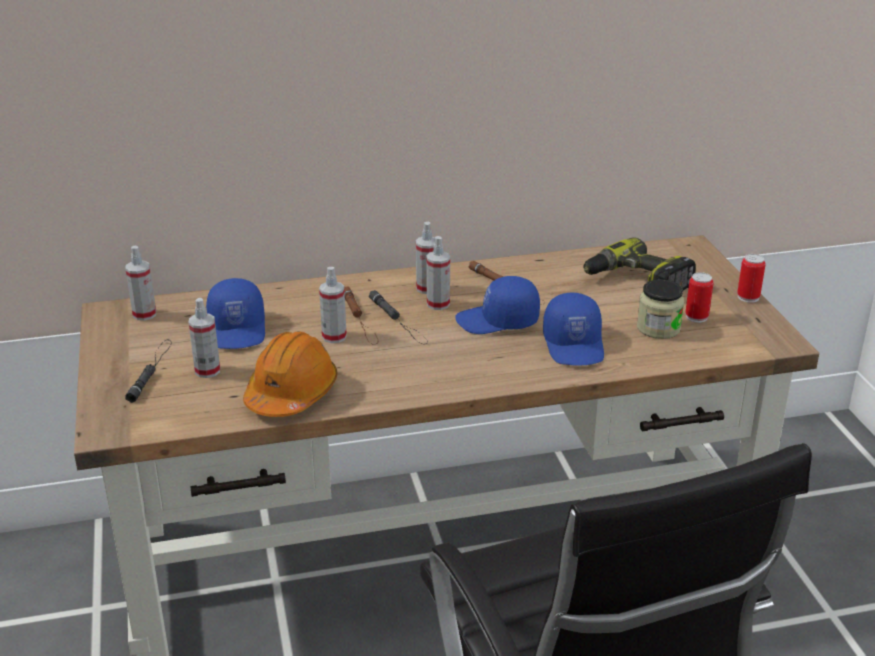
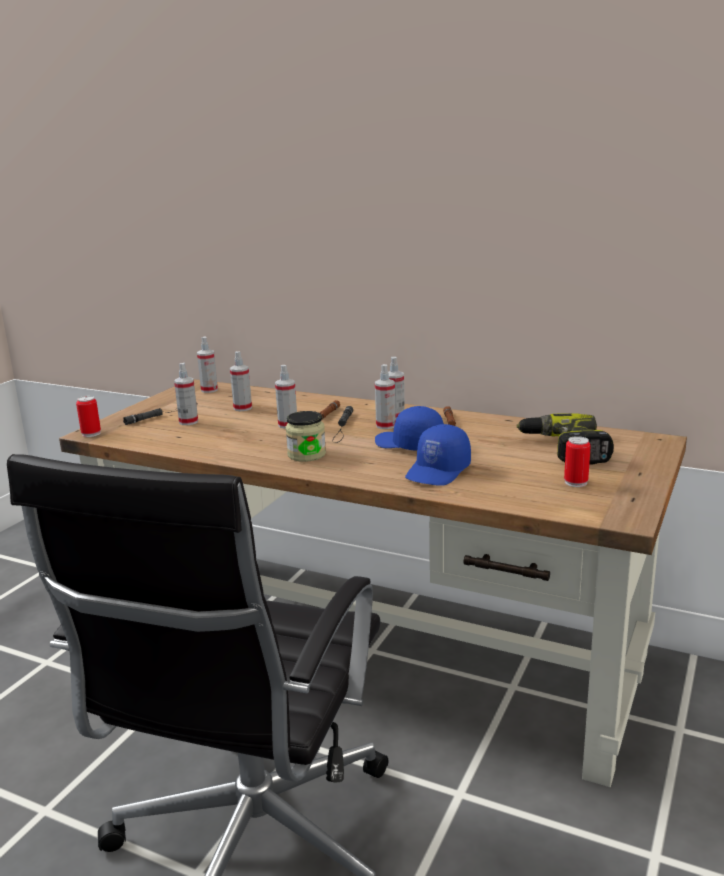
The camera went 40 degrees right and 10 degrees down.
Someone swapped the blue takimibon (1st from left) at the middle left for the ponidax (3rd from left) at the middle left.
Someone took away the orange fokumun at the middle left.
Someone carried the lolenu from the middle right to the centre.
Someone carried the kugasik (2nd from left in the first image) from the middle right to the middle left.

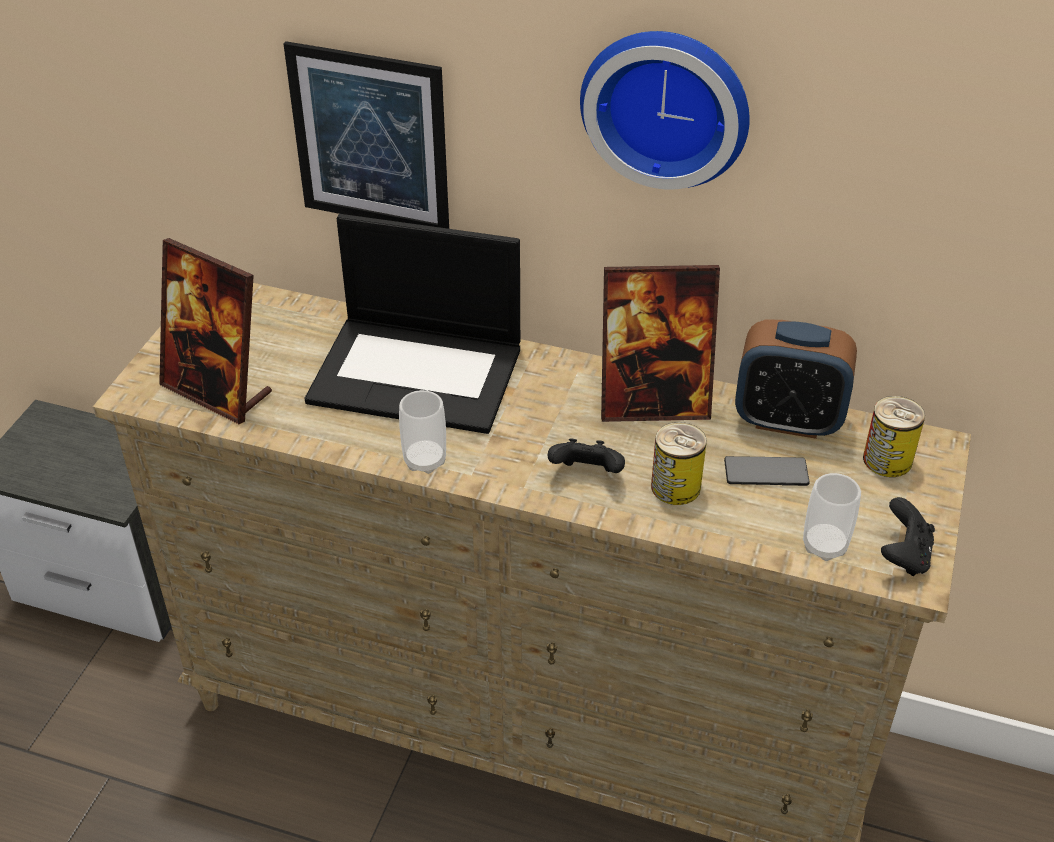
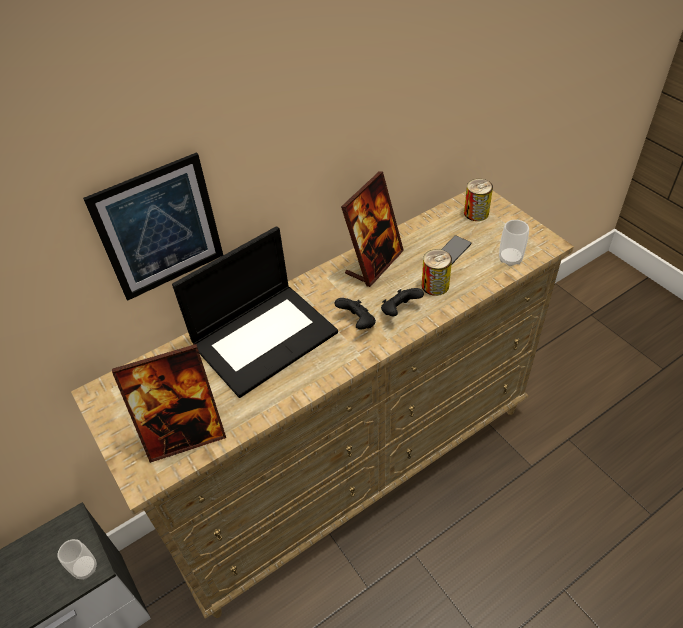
The camera went 50 degrees left and 5 degrees up.
Someone carried the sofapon (1st from left) from the centre to the bottom left.
Someone took away the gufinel at the top centre.
Someone took away the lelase at the middle right.
Someone carried the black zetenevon (2nd from left in the first image) from the middle right to the centre.

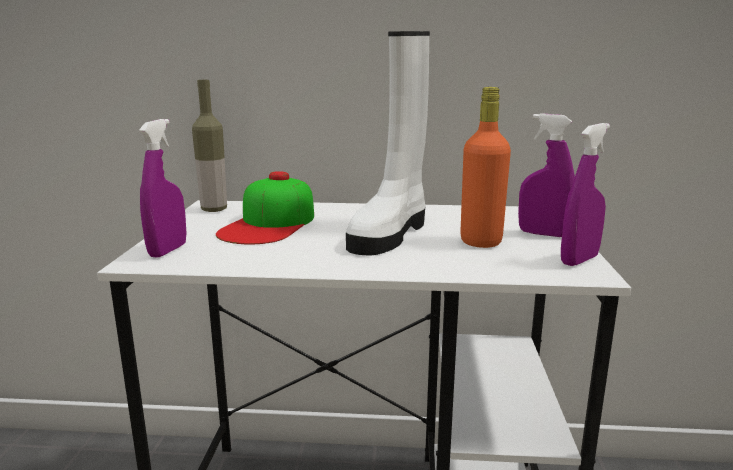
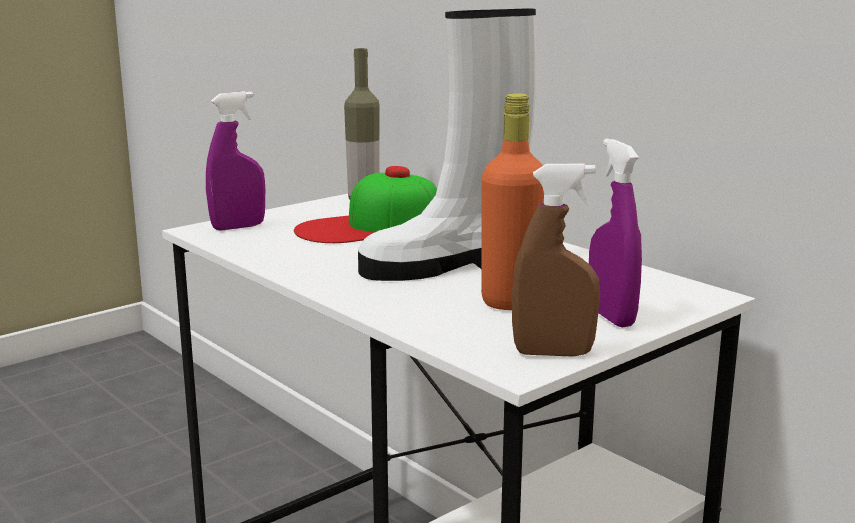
The camera went 45 degrees right and 0 degrees up.
Someone repainted the purple ponidax (3rd from left) at the middle right, which became the brown ponidax at the centre.

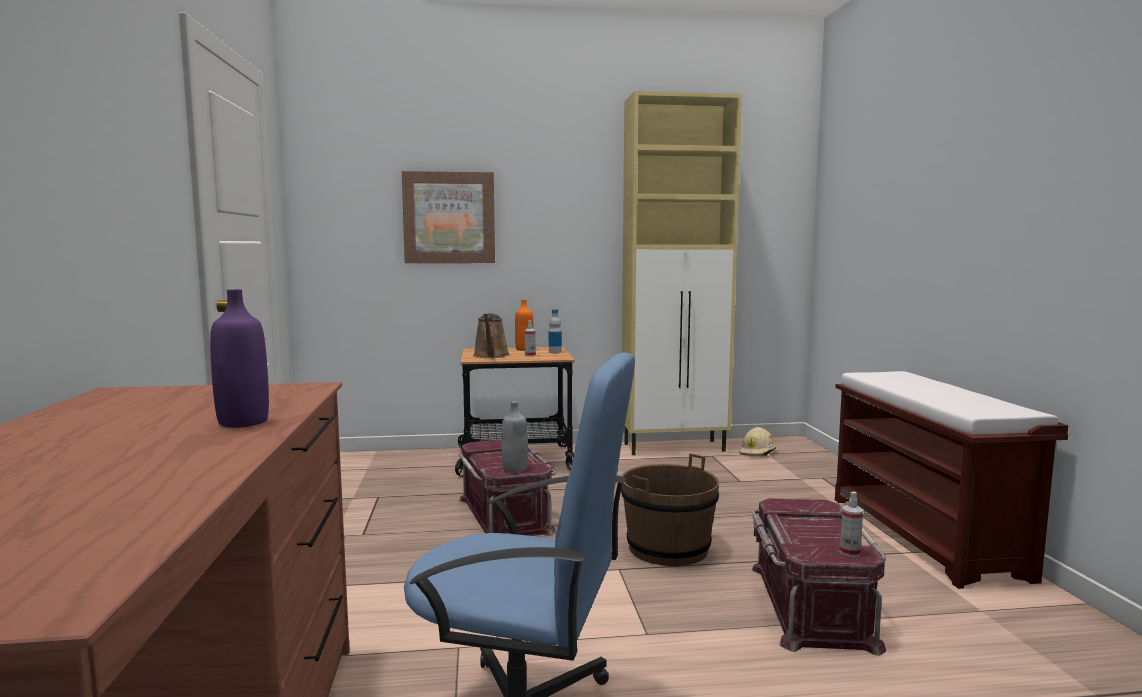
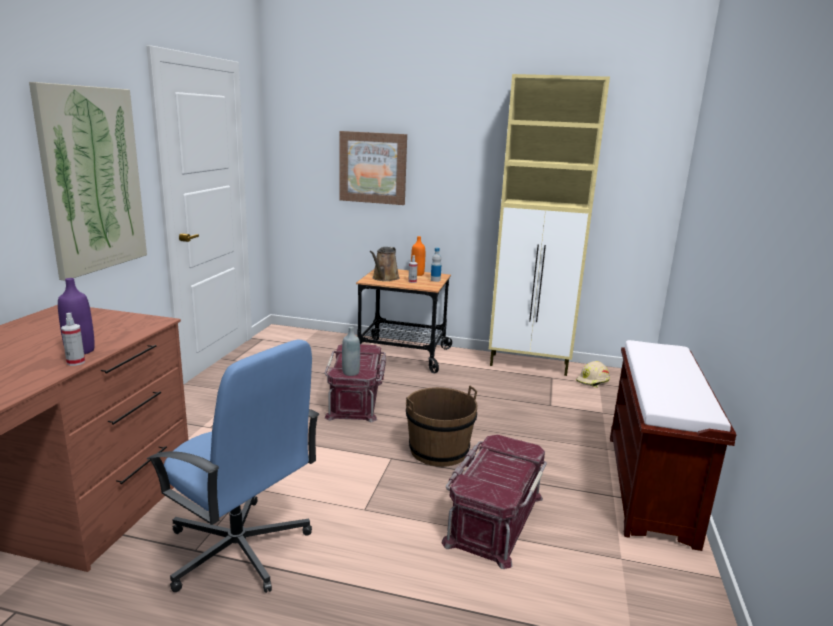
The camera went 20 degrees right and 10 degrees up.
Someone carried the ponidax (2nd from left in the first image) from the bottom right to the middle left.
Someone put up the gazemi (1st from left) at the top left.

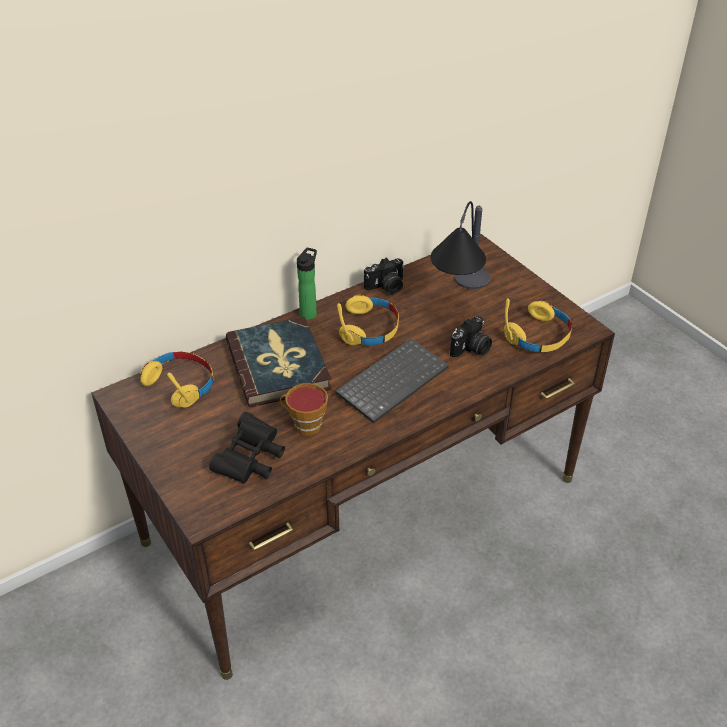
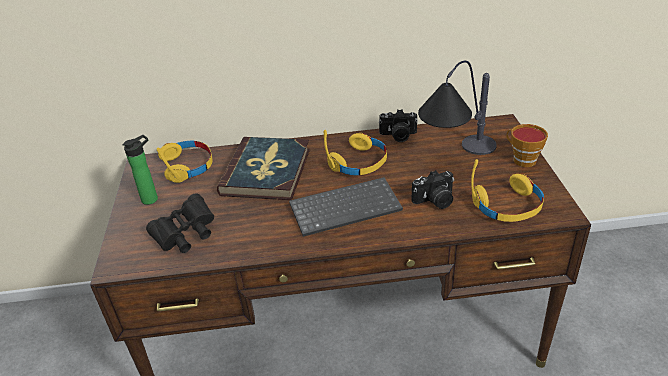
The camera went 30 degrees right and 5 degrees down.
Someone carried the sofapon from the centre to the middle right.
Someone carried the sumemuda from the centre to the middle left.

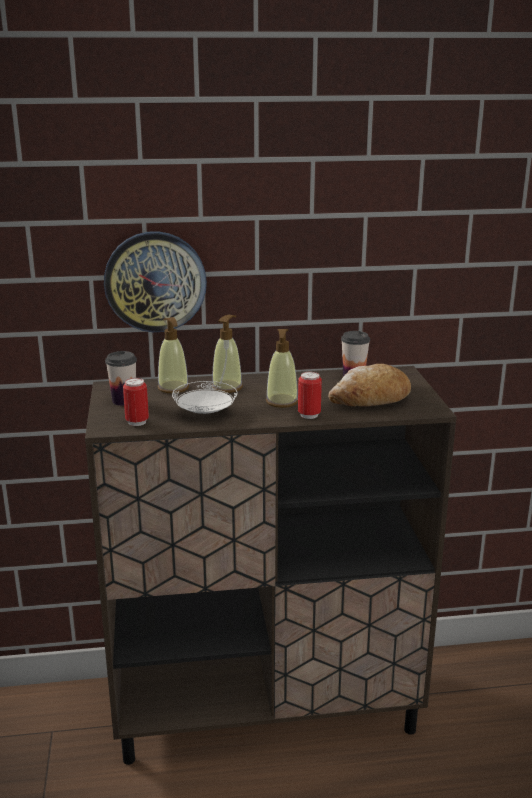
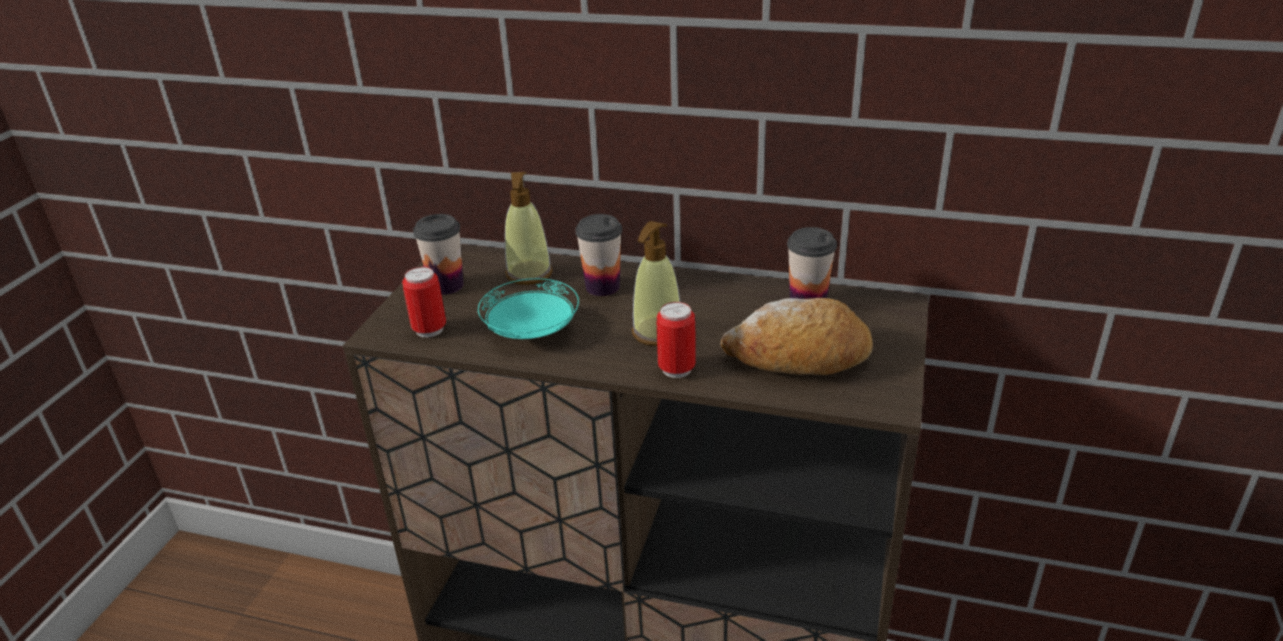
The camera went 25 degrees right and 10 degrees up.
Someone took away the gufinel at the middle left.
Someone repainted the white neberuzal at the centre, which became the turquoise neberuzal at the centre.
Someone swapped the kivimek (2nd from left) at the centre for the sofapon (2nd from left) at the centre.

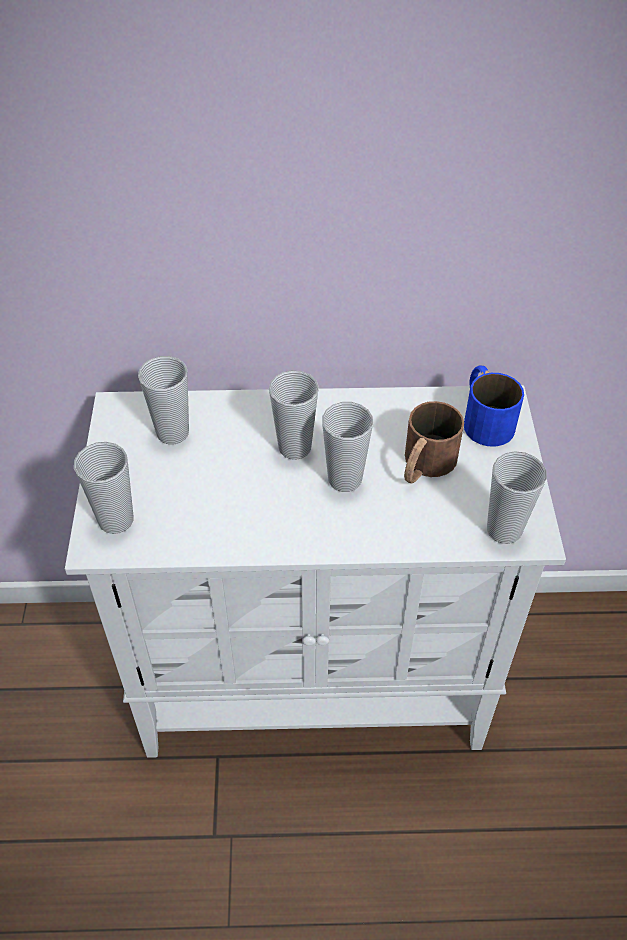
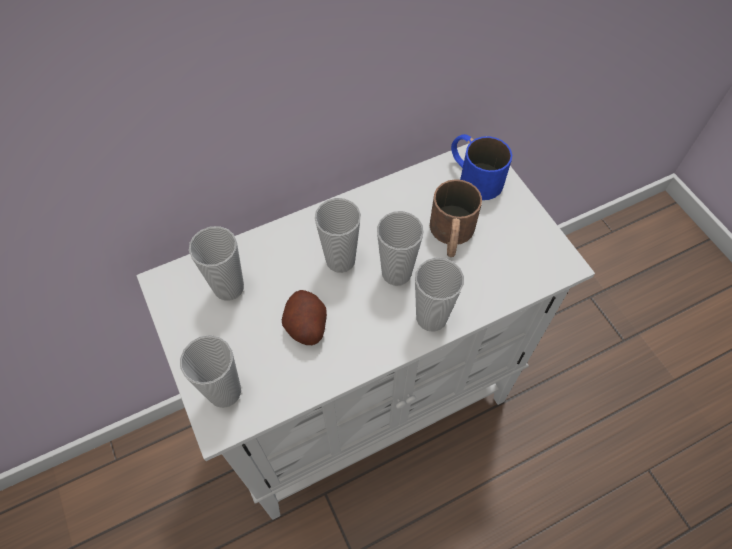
The camera went 25 degrees left and 10 degrees up.
Someone carried the sofapon (5th from left) from the middle right to the centre.
Someone put down the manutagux at the centre.

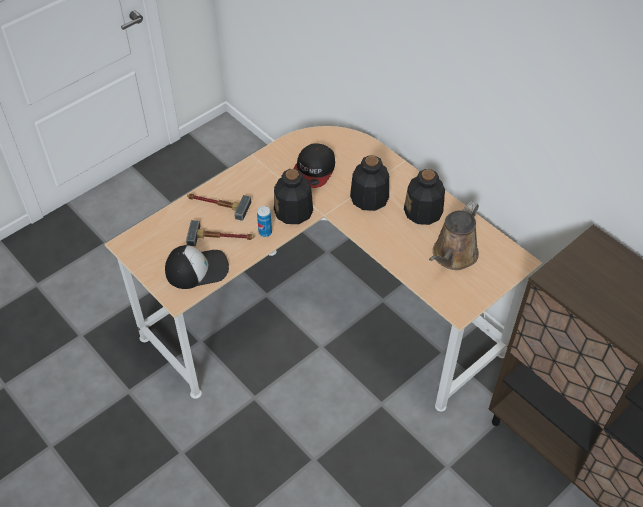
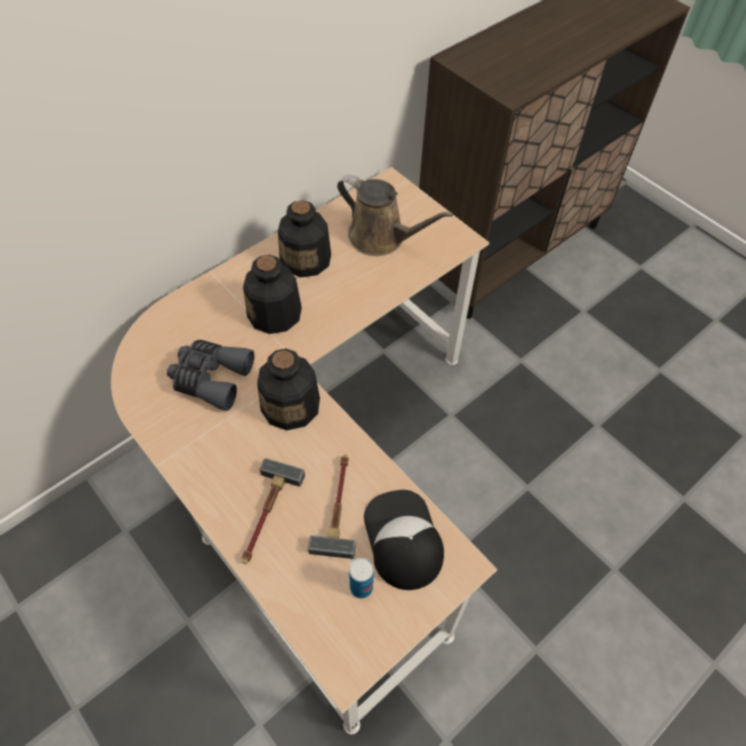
The camera went 90 degrees left and 5 degrees up.
Someone carried the kugasik from the centre to the bottom centre.
Someone swapped the takimibon (2nd from left) at the top centre for the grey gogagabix at the middle left.

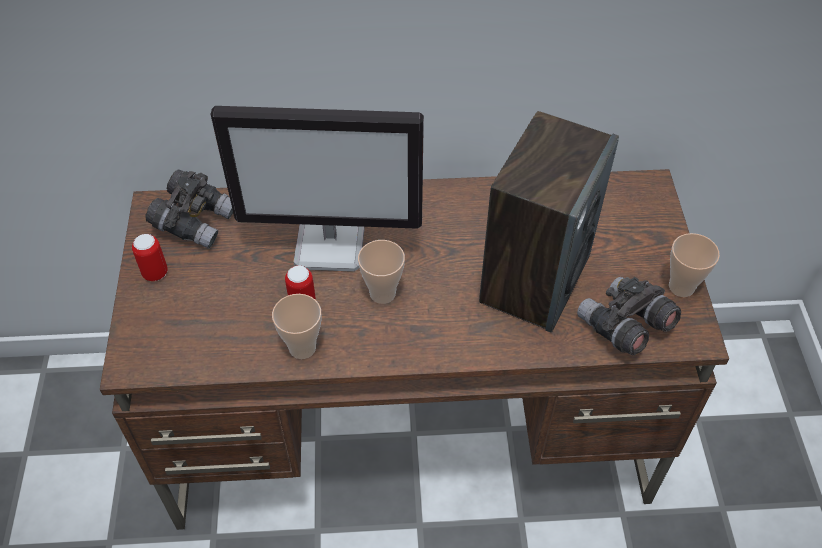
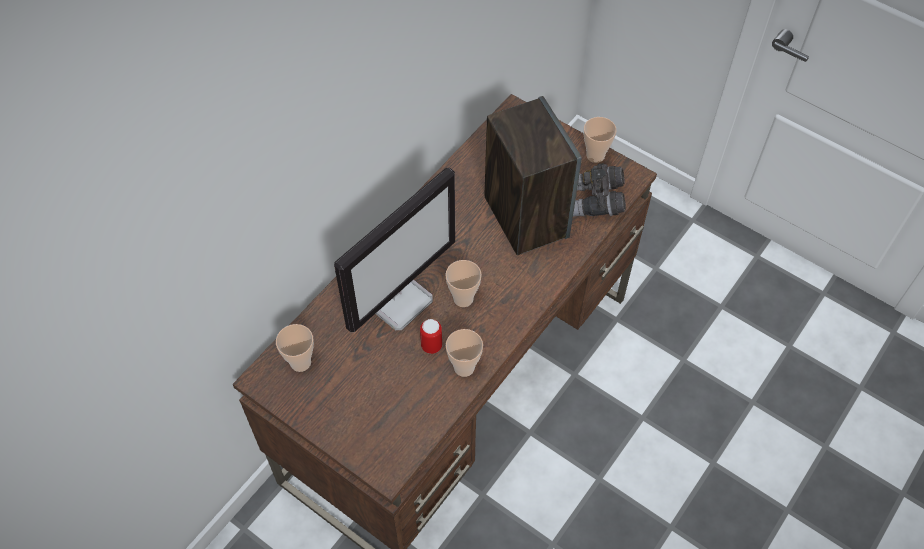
The camera went 50 degrees left and 5 degrees up.
Someone took away the kugasik (1st from left) at the middle left.
Someone swapped the grey gogagabix (1st from left) at the middle left for the sofapon (1st from left) at the middle left.

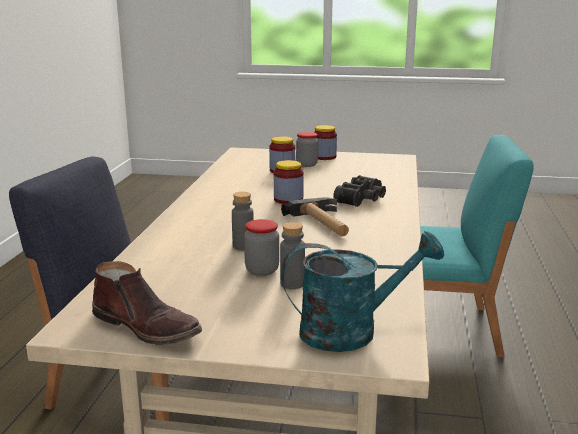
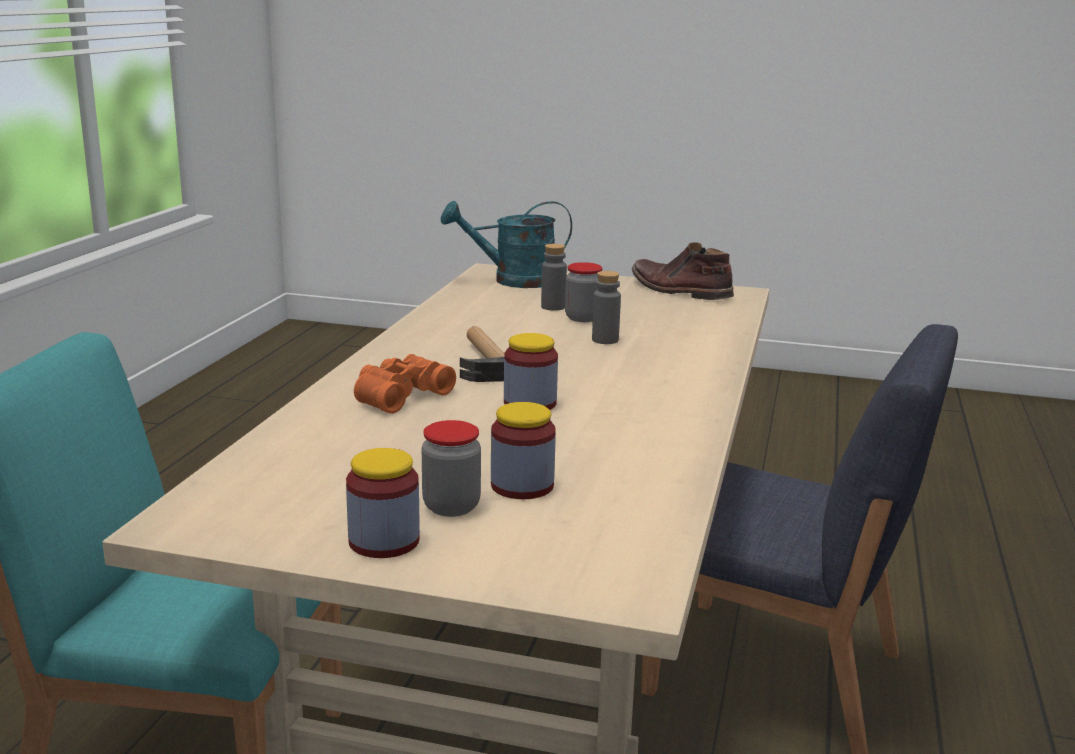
The camera went 175 degrees left and 0 degrees up.
Someone repainted the black gogagabix at the centre, which became the orange gogagabix at the centre.

